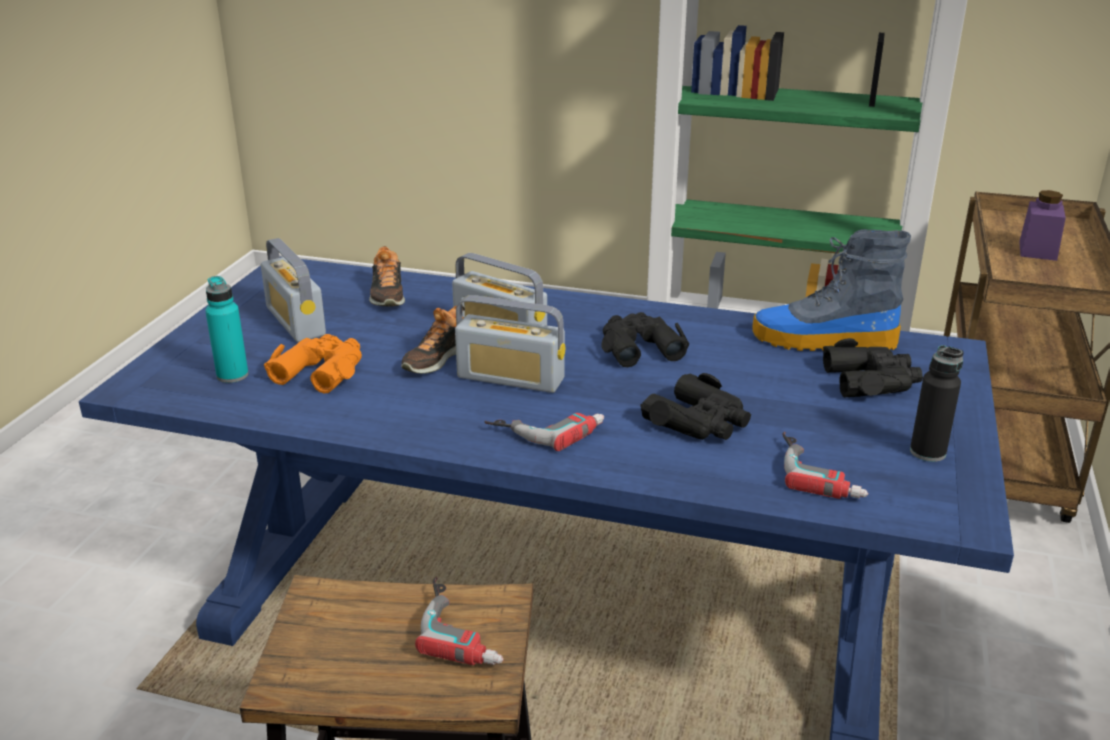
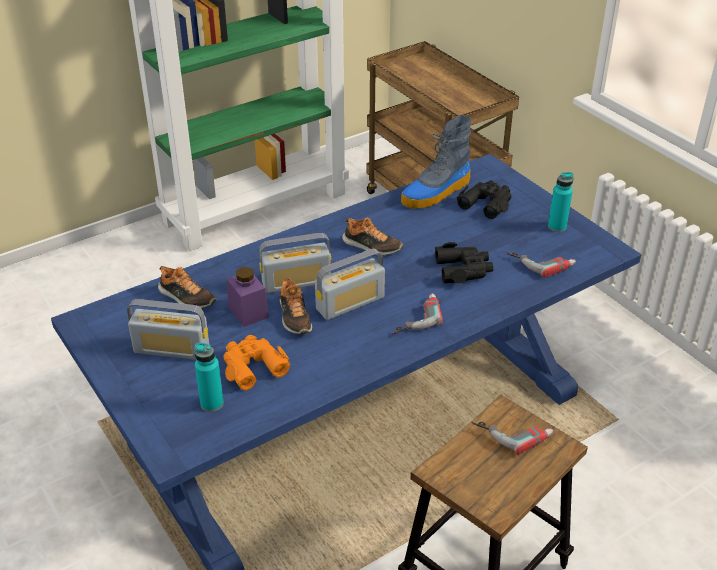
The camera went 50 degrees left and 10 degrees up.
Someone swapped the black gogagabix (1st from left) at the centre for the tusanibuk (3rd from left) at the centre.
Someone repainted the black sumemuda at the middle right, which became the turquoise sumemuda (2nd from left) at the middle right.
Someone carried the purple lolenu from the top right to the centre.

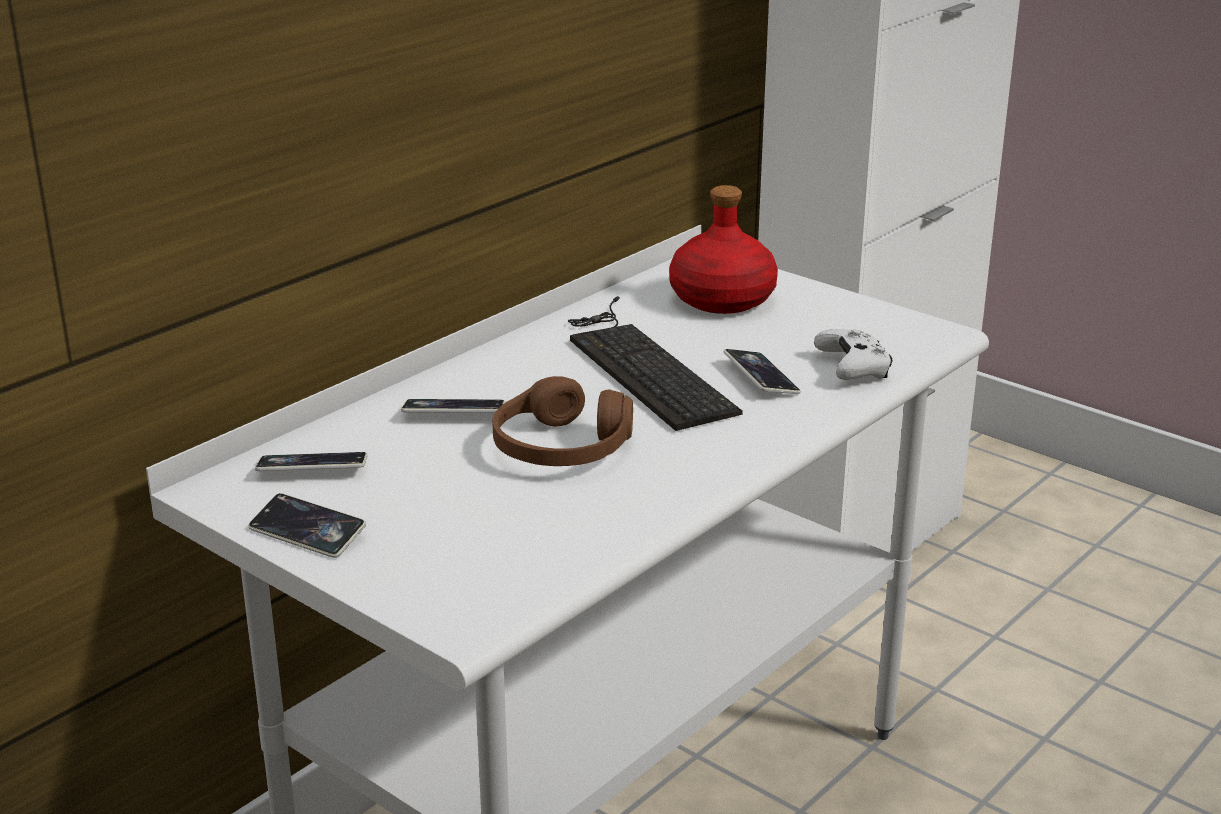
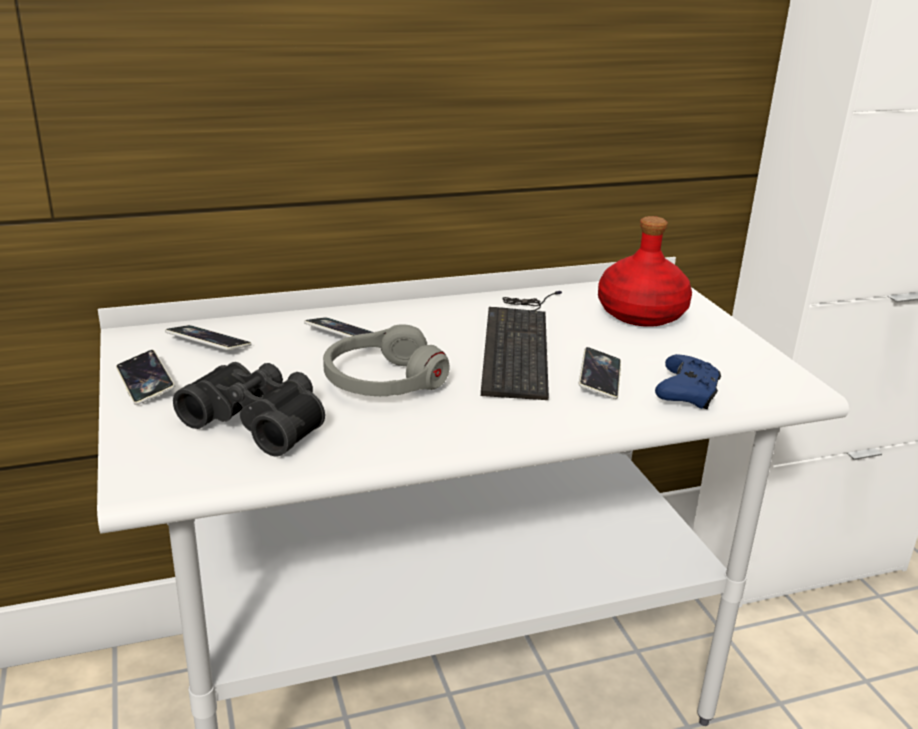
The camera went 30 degrees right and 0 degrees up.
Someone repainted the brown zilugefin at the centre, which became the grey zilugefin at the centre.
Someone repainted the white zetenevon at the middle right, which became the blue zetenevon at the middle right.
Someone put down the black gogagabix at the middle left.

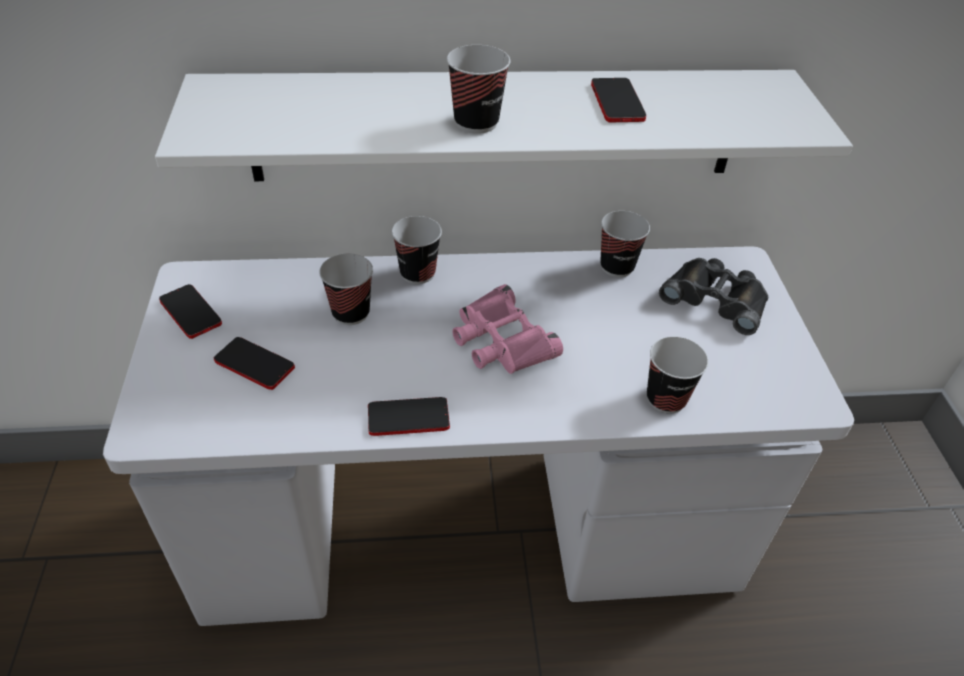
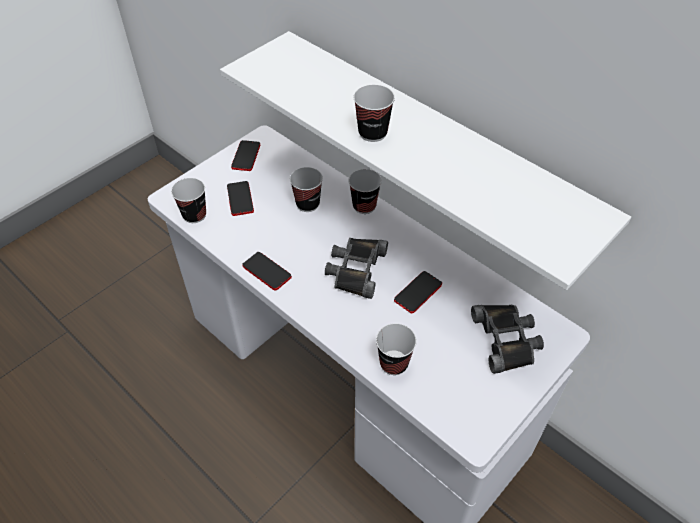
The camera went 50 degrees right and 5 degrees up.
Someone repainted the pink gogagabix at the centre, which became the black gogagabix (1st from left) at the centre.
Someone carried the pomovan (4th from left) from the top centre to the centre.
Someone carried the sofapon (4th from left in the first image) from the centre to the middle left.

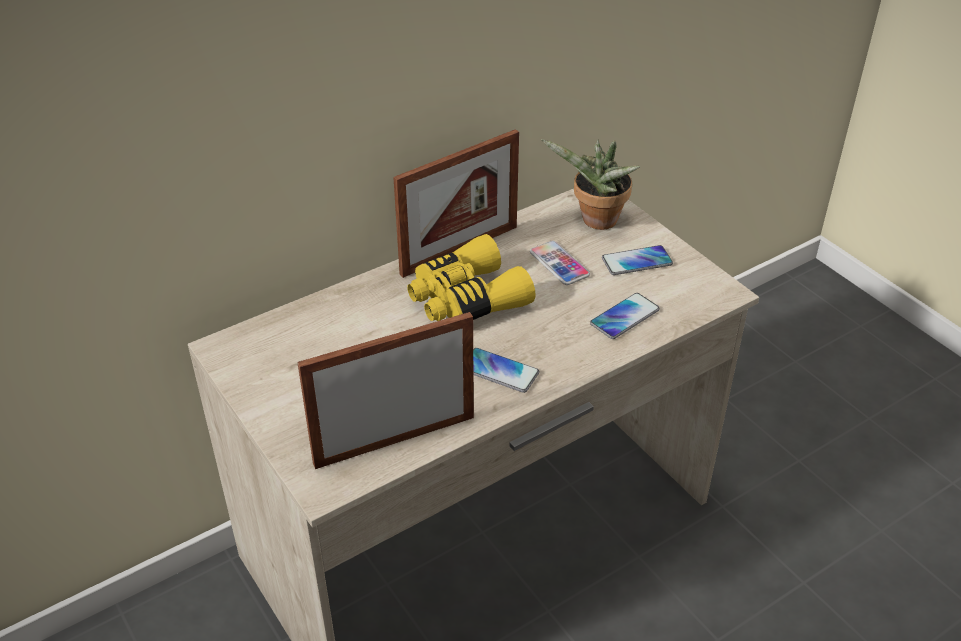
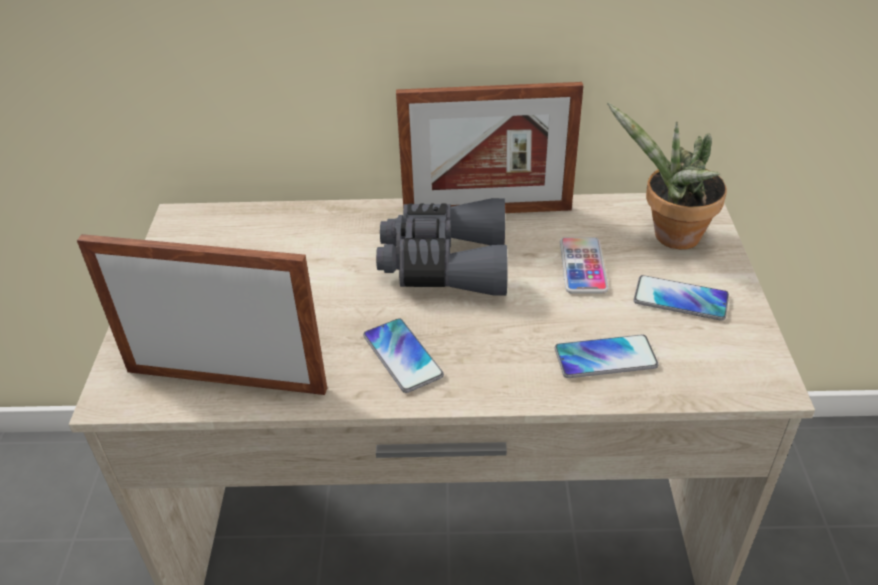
The camera went 35 degrees right and 0 degrees up.
Someone repainted the yellow gogagabix at the centre, which became the grey gogagabix at the centre.

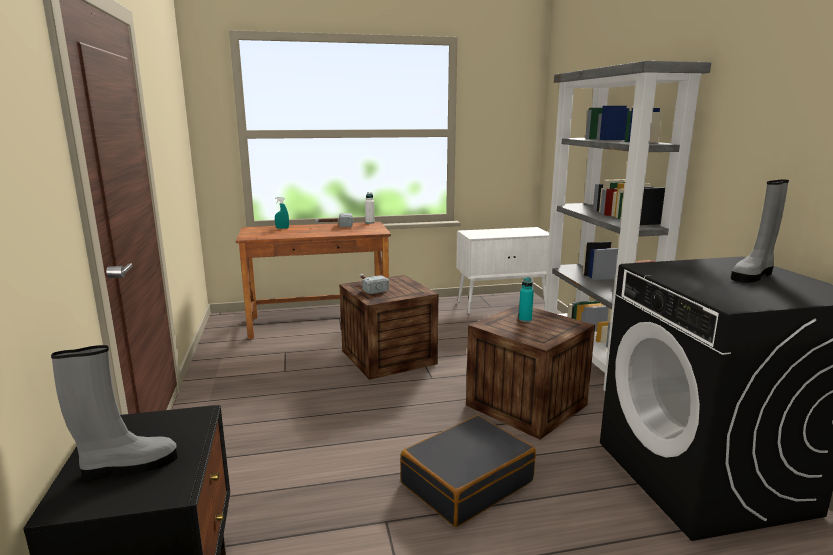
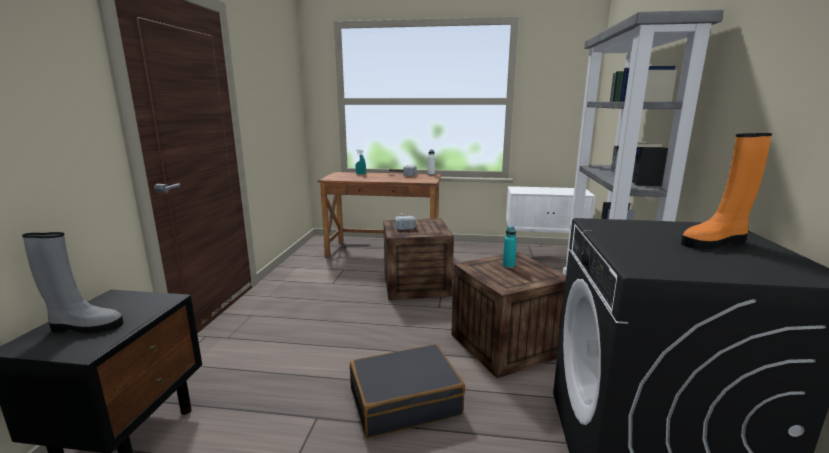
The camera went 20 degrees right and 0 degrees up.
Someone repainted the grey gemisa (2nd from left) at the middle right, which became the orange gemisa at the middle right.

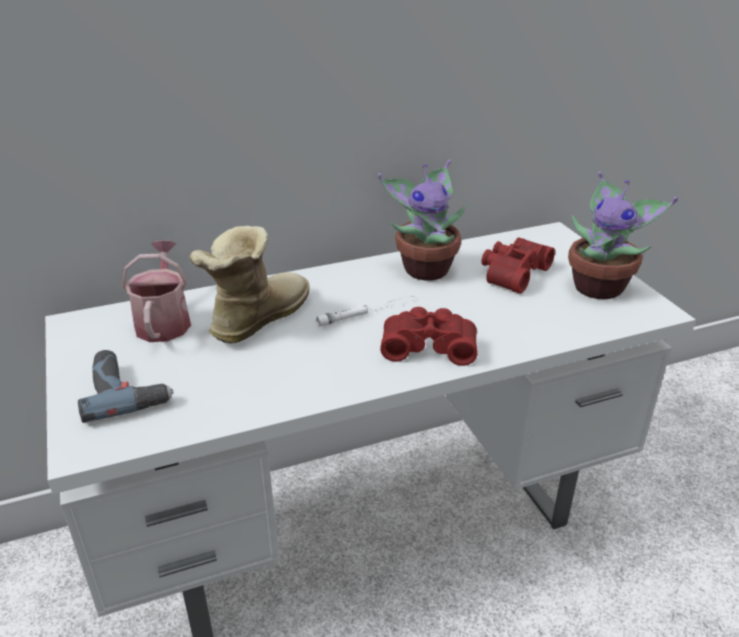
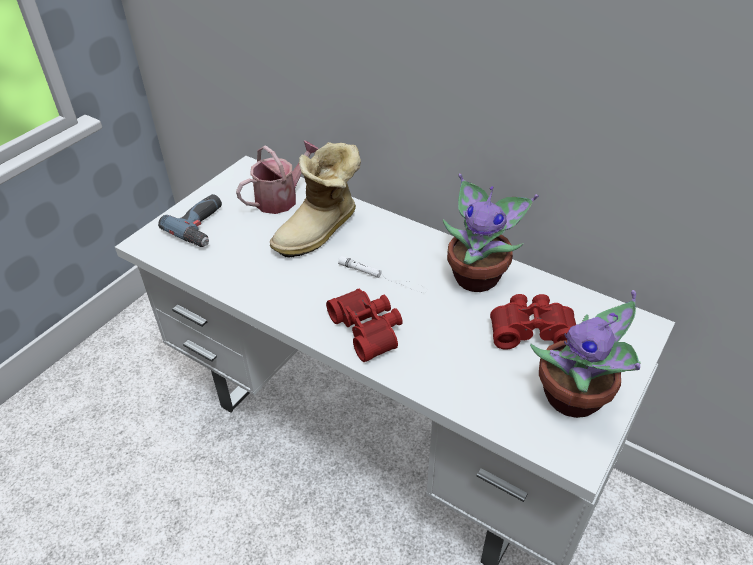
The camera went 55 degrees right and 10 degrees up.
Someone rotated the gemisa at the centre by 135 degrees clockwise.

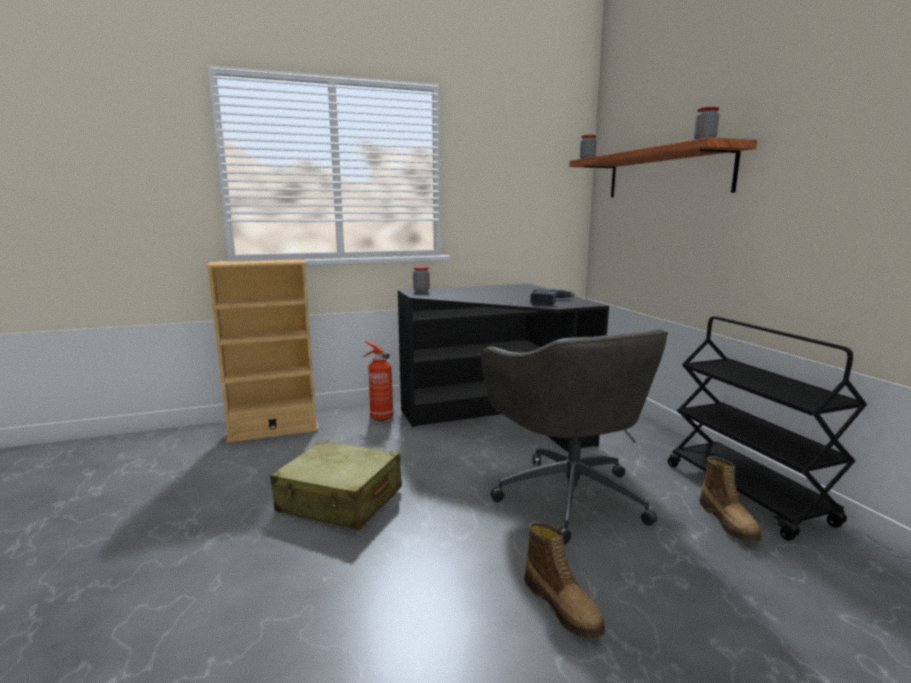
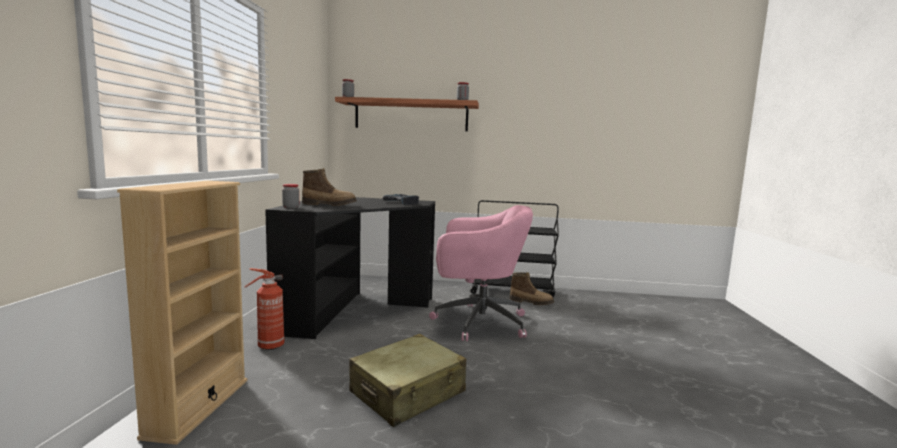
The camera went 65 degrees left and 5 degrees down.
Someone repainted the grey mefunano at the centre, which became the pink mefunano at the centre.
Someone carried the gemisa (1st from left) from the bottom centre to the centre.

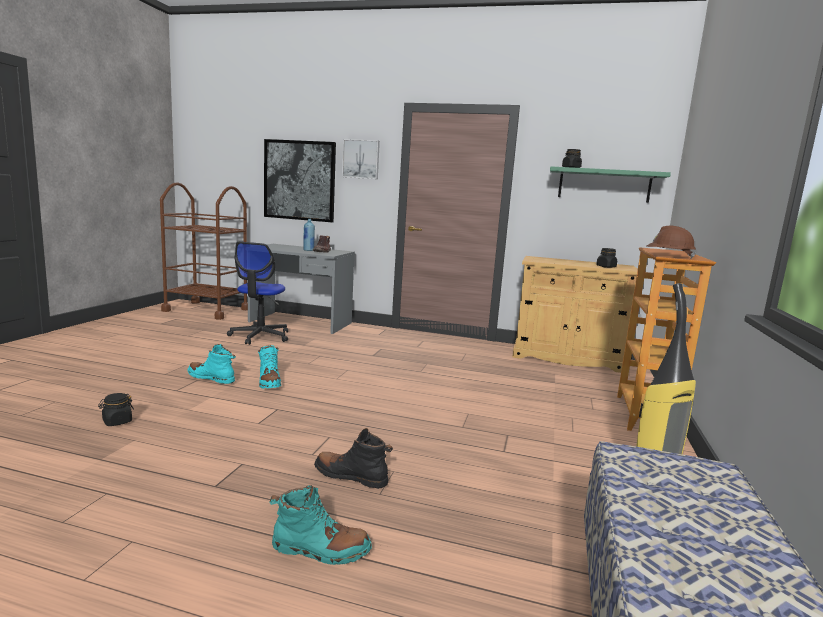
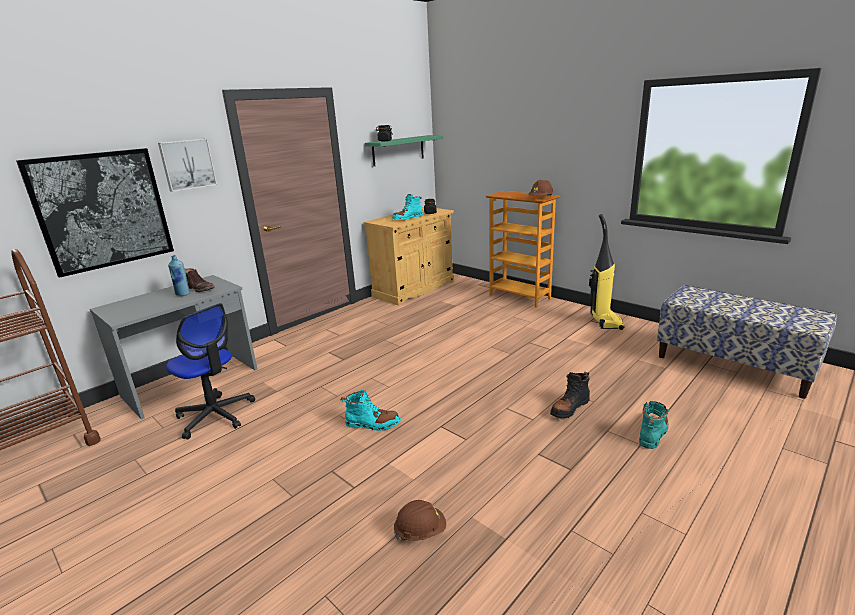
The camera went 60 degrees left and 10 degrees up.
Someone swapped the black lolenu (1st from left) at the middle left for the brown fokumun (1st from left) at the bottom centre.
Someone carried the turquoise gemisa (1st from left in the first image) from the middle left to the centre.

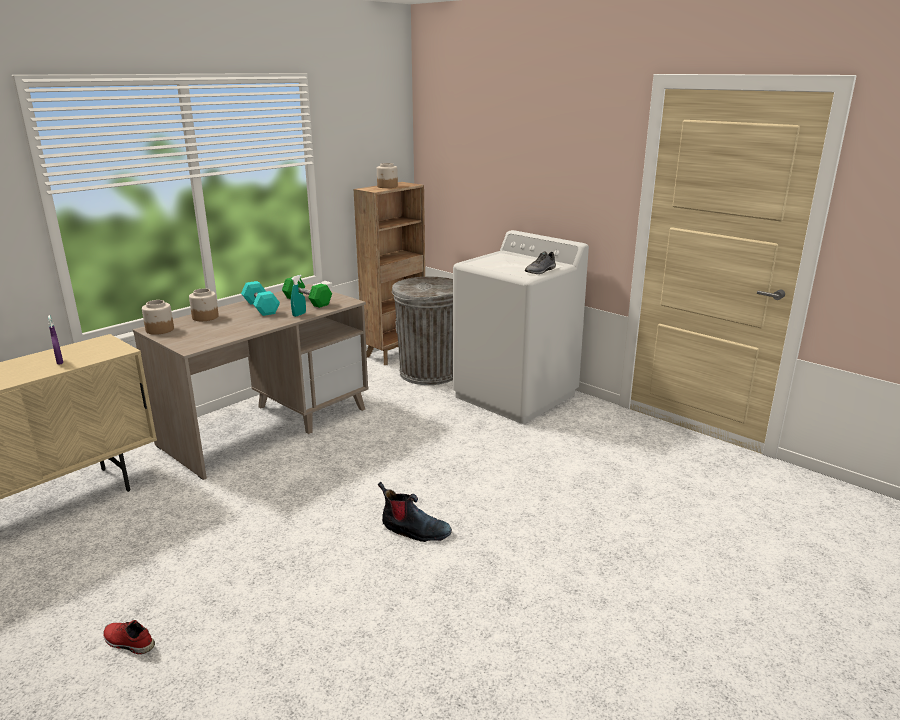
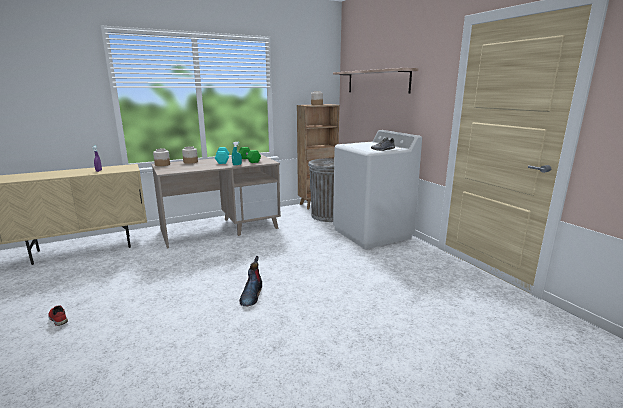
The camera went 20 degrees right and 5 degrees down.
Someone rotated the gemisa at the bottom centre by 60 degrees clockwise.
Someone put up the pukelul at the top centre.

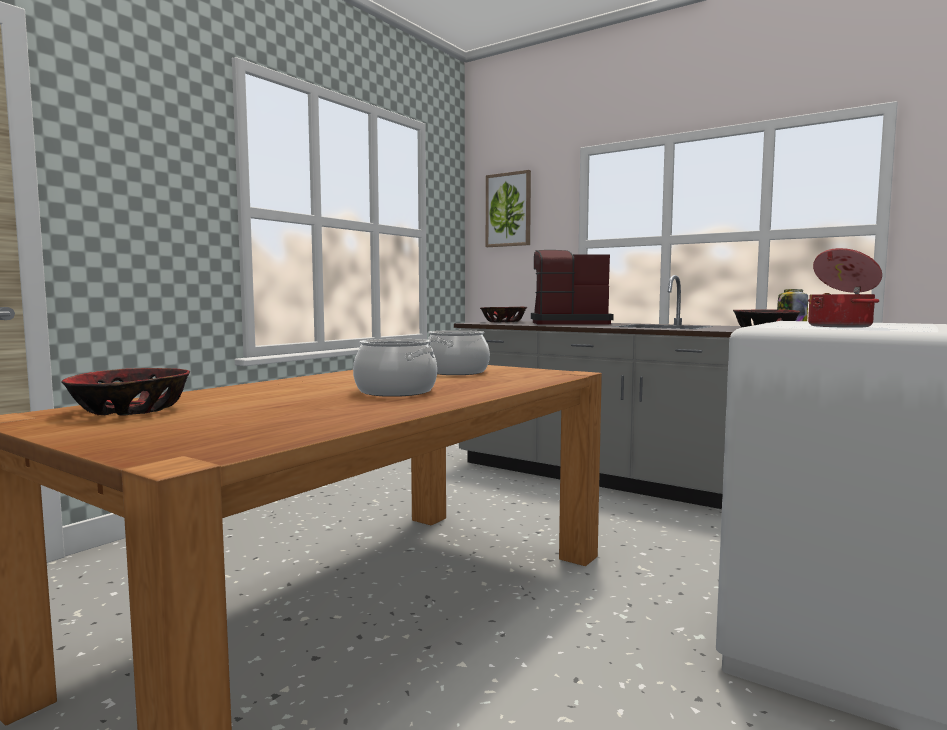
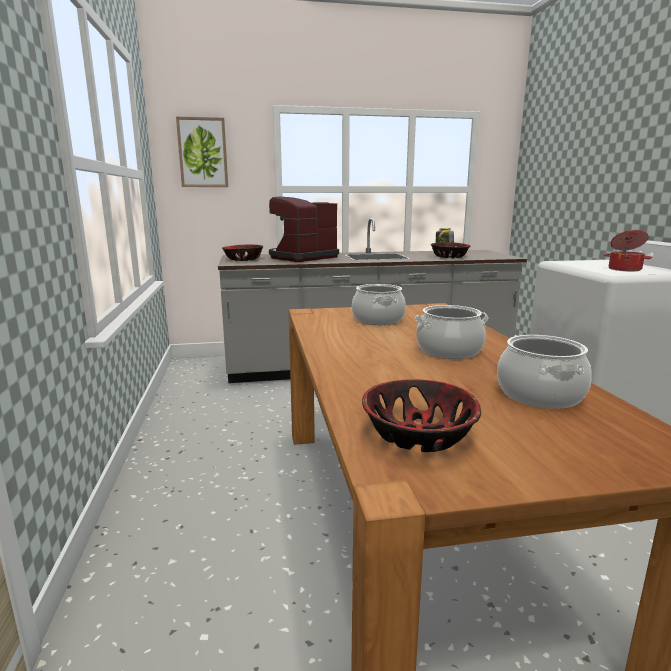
The camera went 45 degrees left and 10 degrees up.
Someone put down the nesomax (3rd from left) at the middle right.

